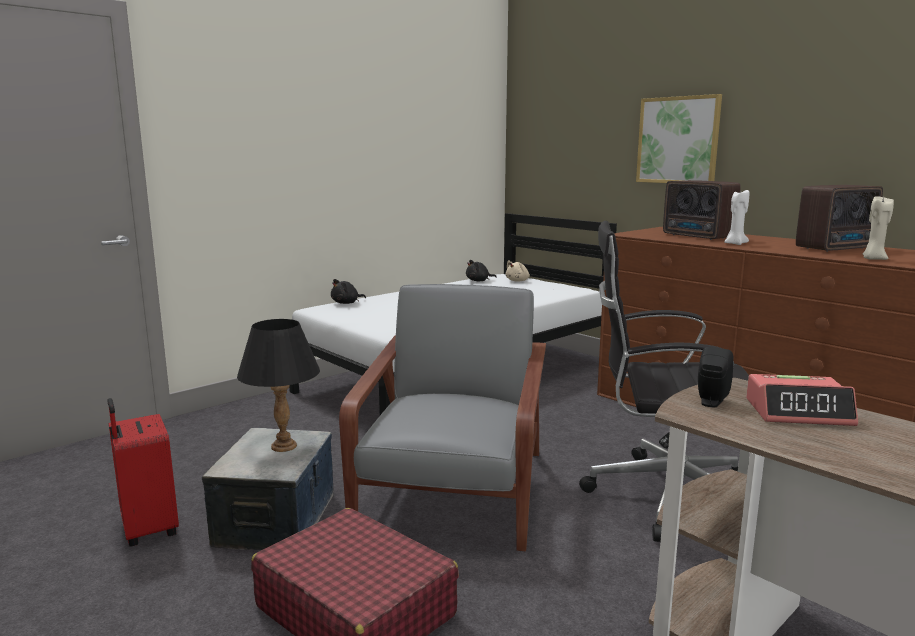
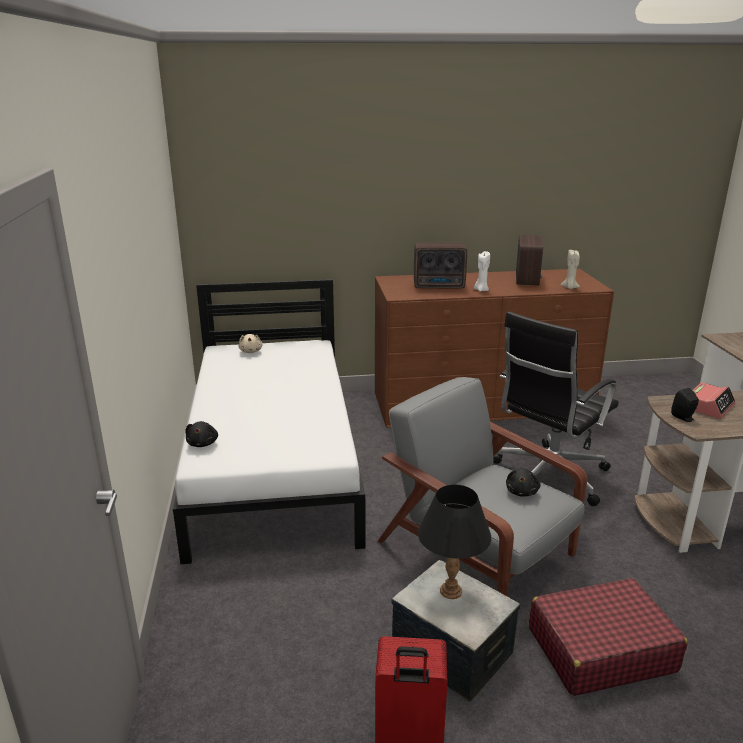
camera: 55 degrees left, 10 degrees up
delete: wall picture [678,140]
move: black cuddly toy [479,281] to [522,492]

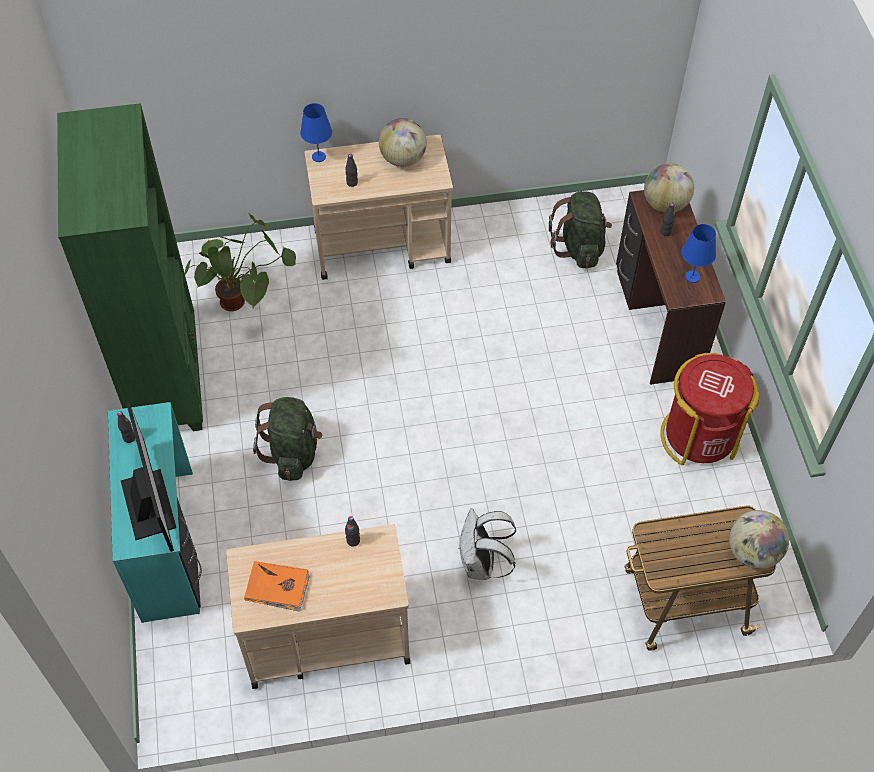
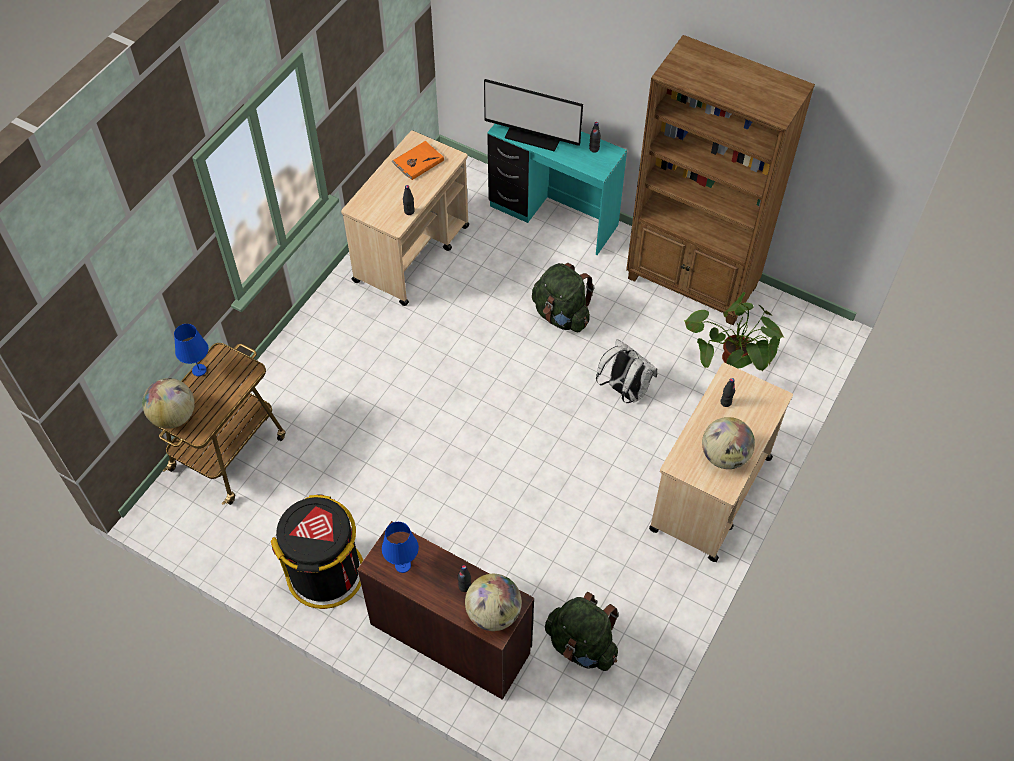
camera: 130 degrees right, 0 degrees up
move: blue tabletop lamp [318,157] to [199,370]; white-coloured backpack [482,564] to [624,390]
recolor: green-coloured bookshelf [167,378] to brown bookshelf [692,283]; reddish waste bin [699,436] to black waste bin [326,573]

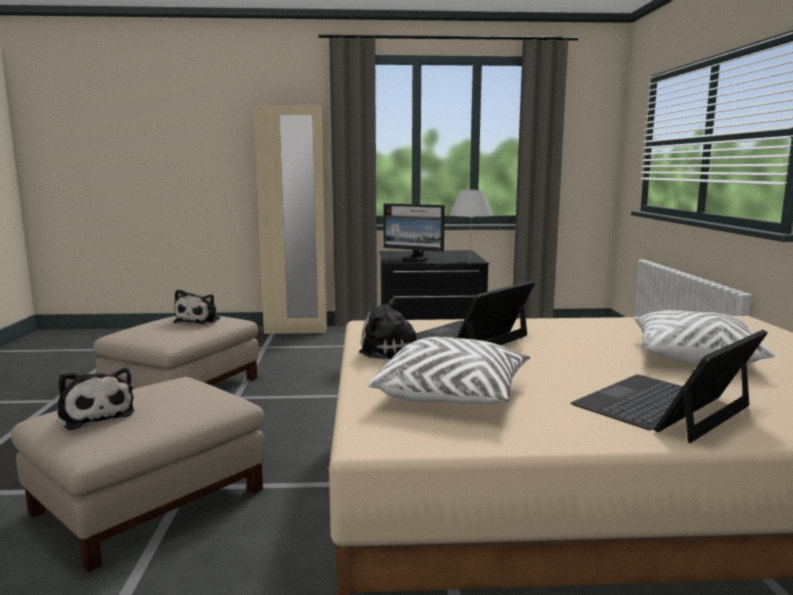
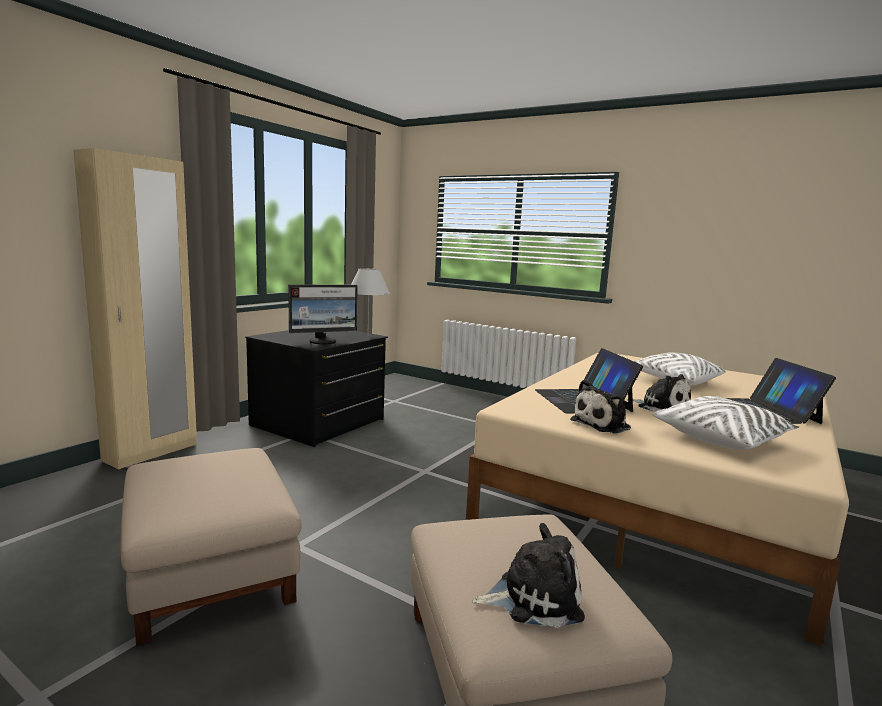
camera: 55 degrees left, 0 degrees up
move: cuddly toy [199,320] to [661,407]

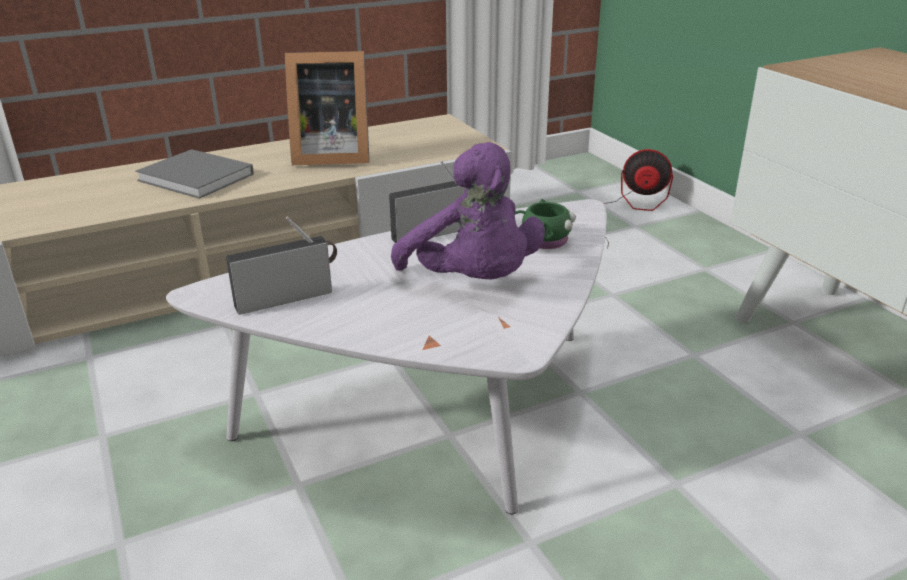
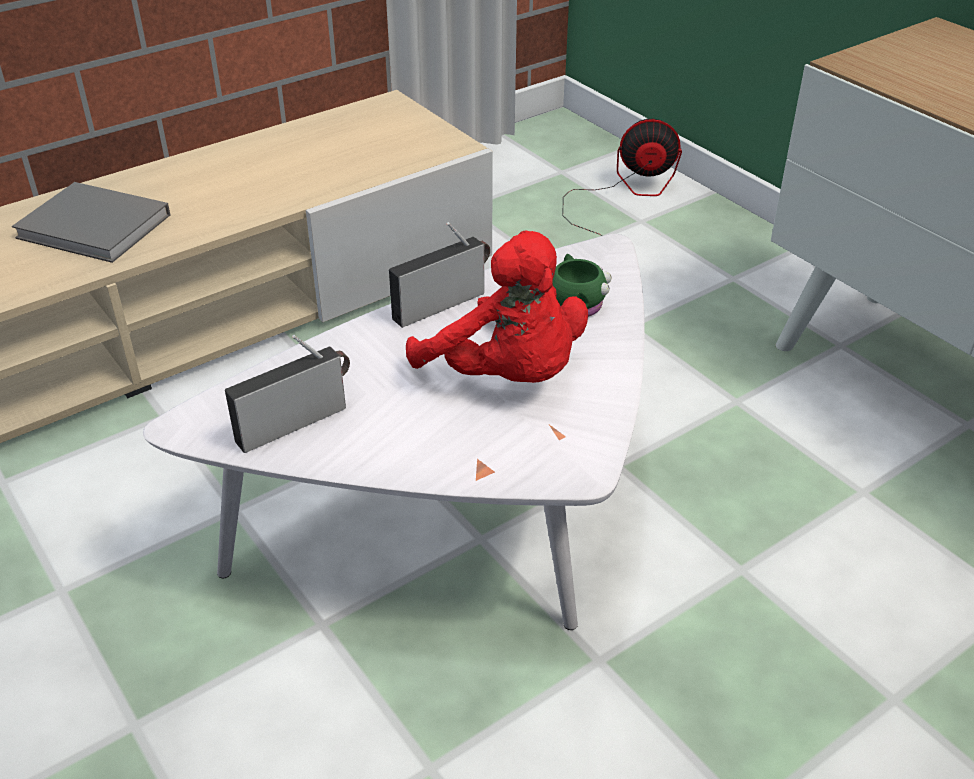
camera: 10 degrees left, 10 degrees up
delete: standing frame [330,156]
recolor: purplish cuddly toy [472,282] to reddish cuddly toy [507,376]

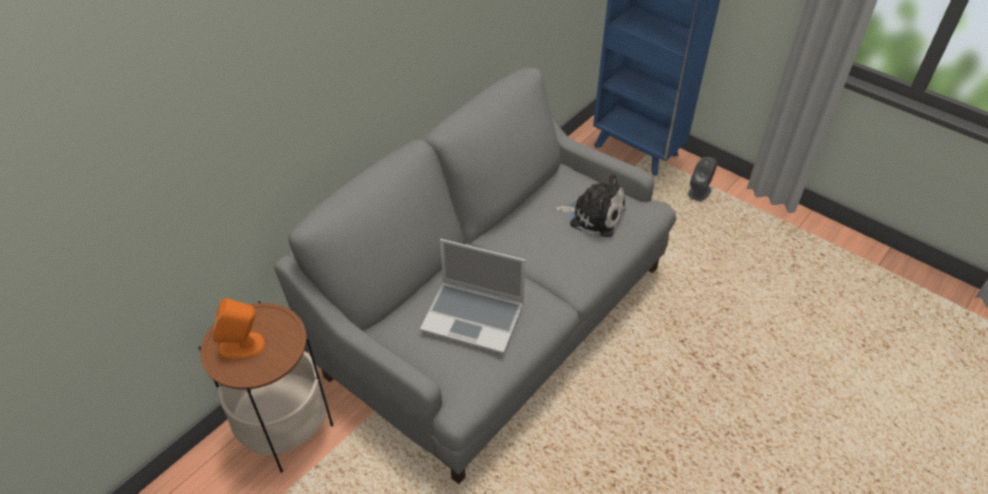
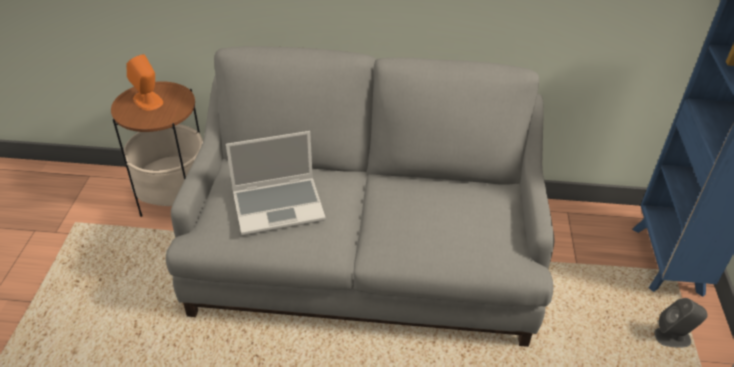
camera: 55 degrees right, 5 degrees down
delete: cuddly toy [593,215]
rotate: notebook computer [474,317] = [279,206] 90 degrees counterclockwise

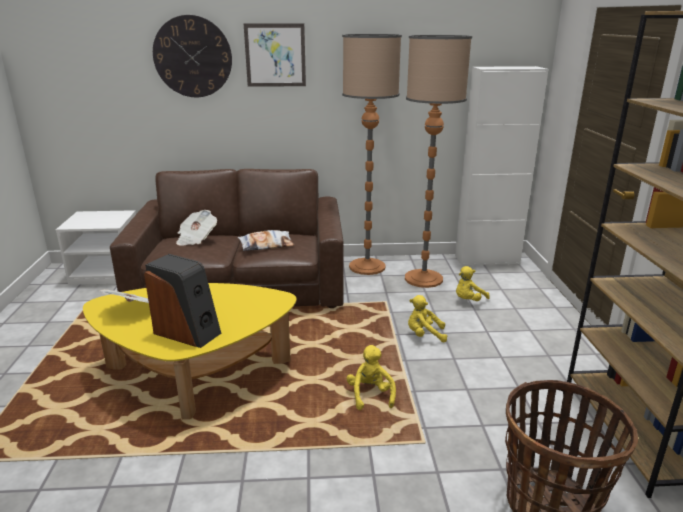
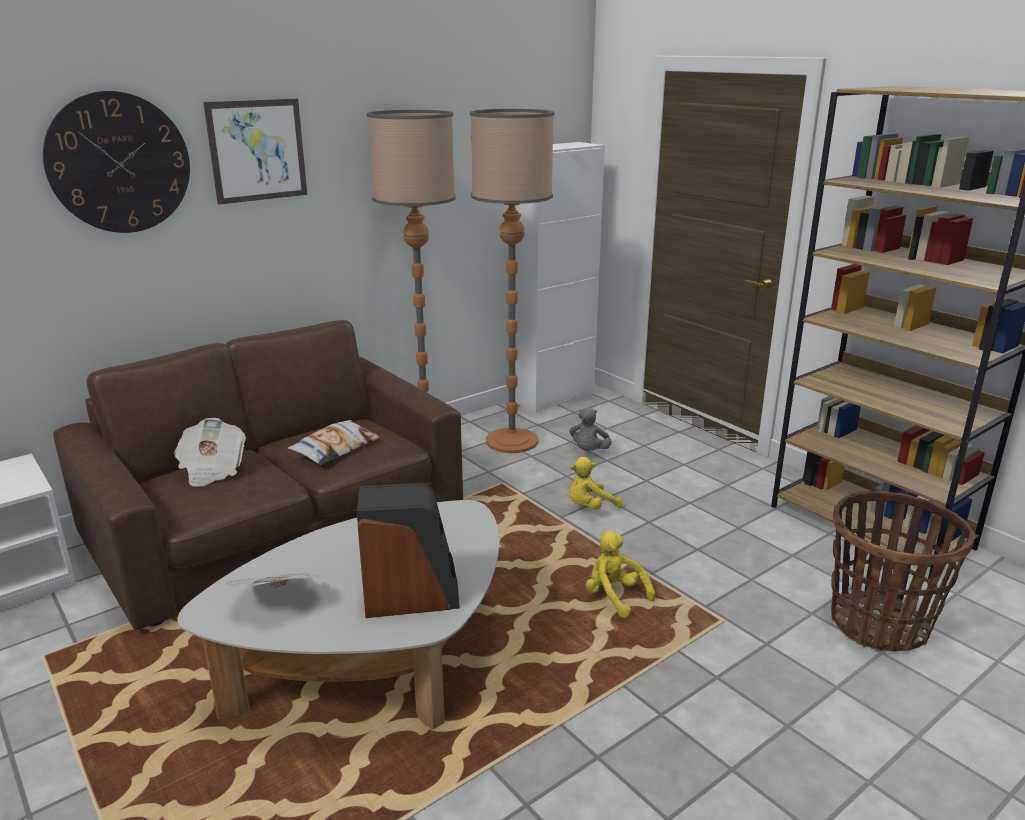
camera: 35 degrees left, 0 degrees up
recolor: yellow-coloured low table [196,375] to white-coloured low table [375,668]; yellow-coloured cuddly toy [468,300] to grey cuddly toy [589,451]

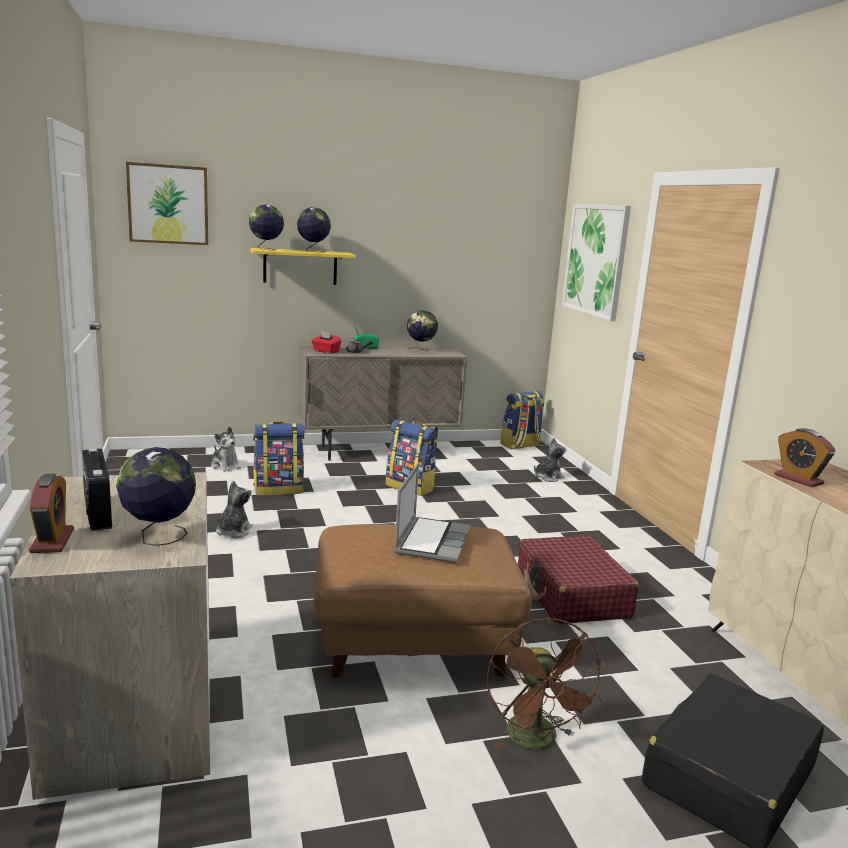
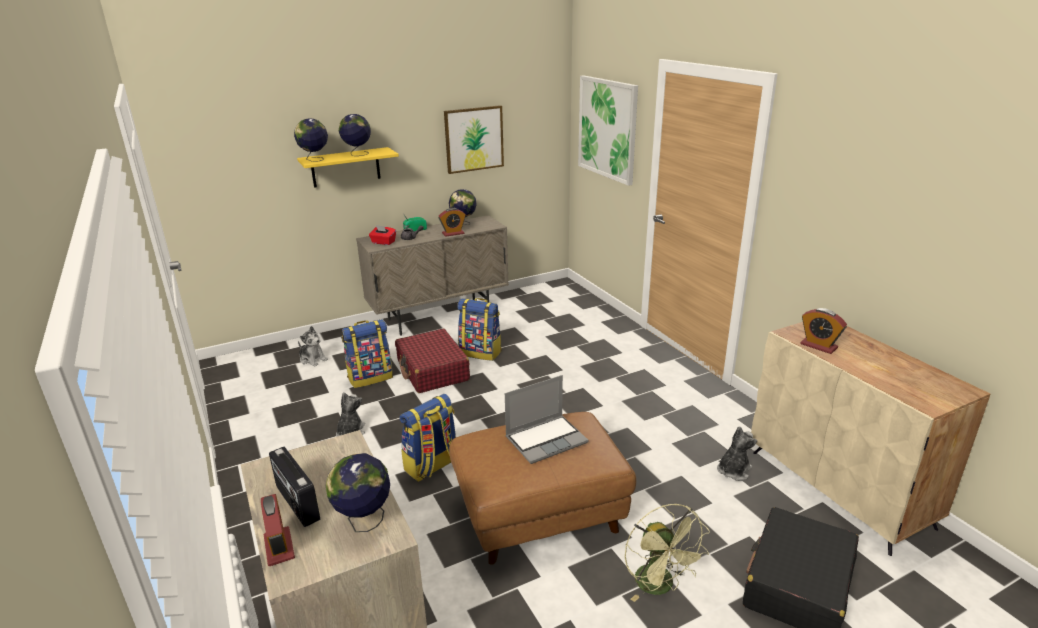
camera: 10 degrees left, 10 degrees up
insert: table clock [453,233]
move: wall picture [168,204] to [474,139]; backpack [520,445] to [432,466]; reddish travel case [571,594] to [432,371]; cuddly toy [547,477] to [733,471]
recolor: brown fan [537,741] to green-coloured fan [660,586]
rotate: notebook computer [432,541] = [546,439] 60 degrees clockwise

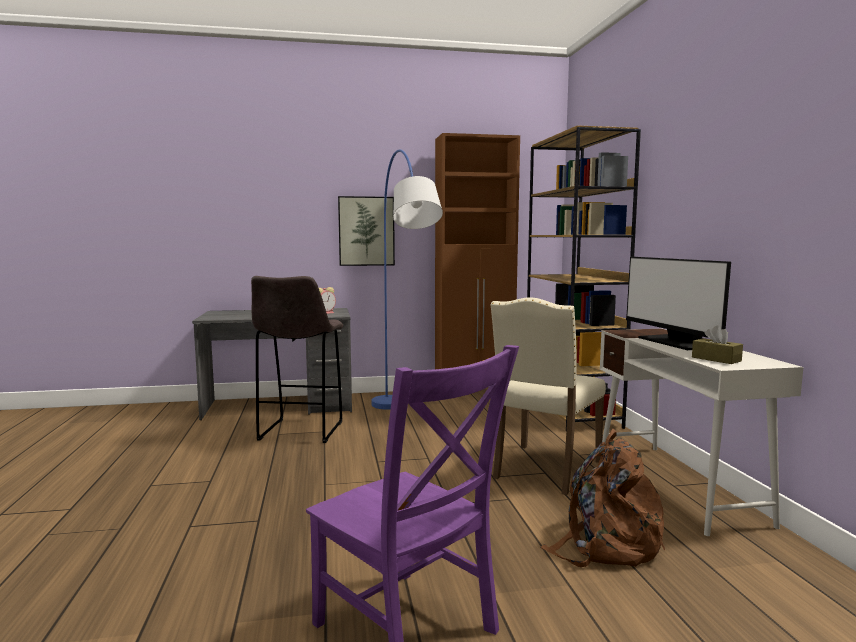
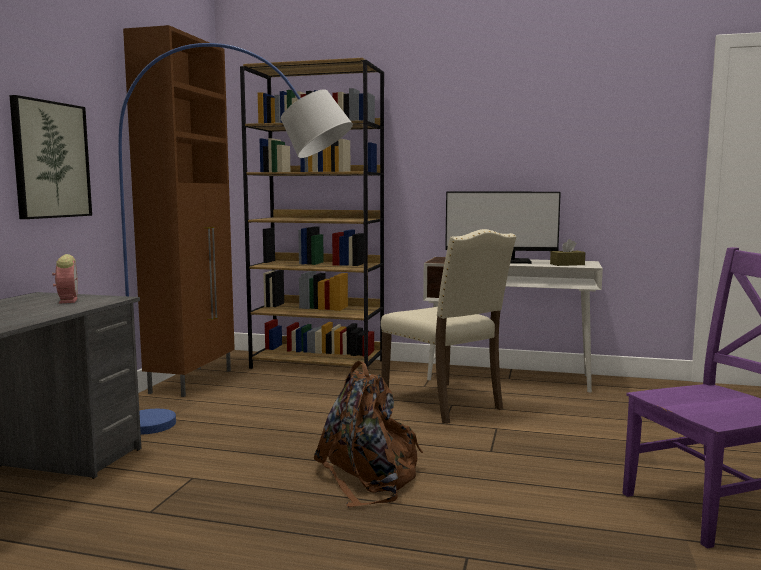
camera: 65 degrees left, 0 degrees up
delete: grey stool [300,432]
move: brown backpack [605,543] to [369,477]

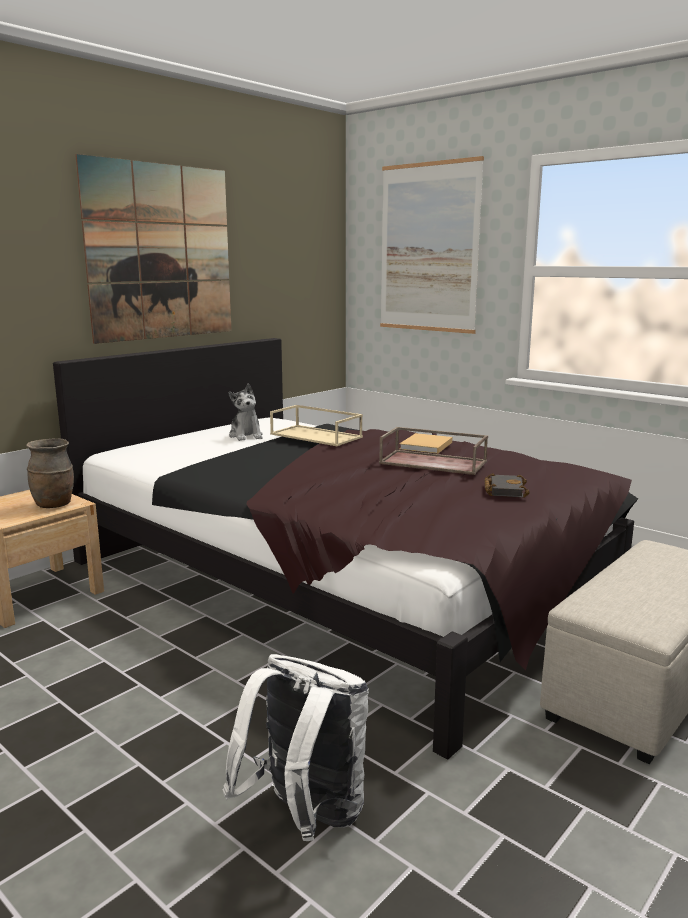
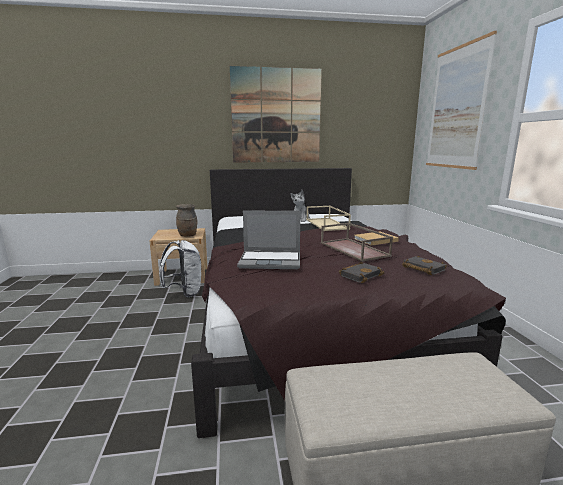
camera: 40 degrees right, 0 degrees up
insert: notebook computer [271,261]; black volume [422,268]
move: white-coloured backpack [305,816] to [184,293]

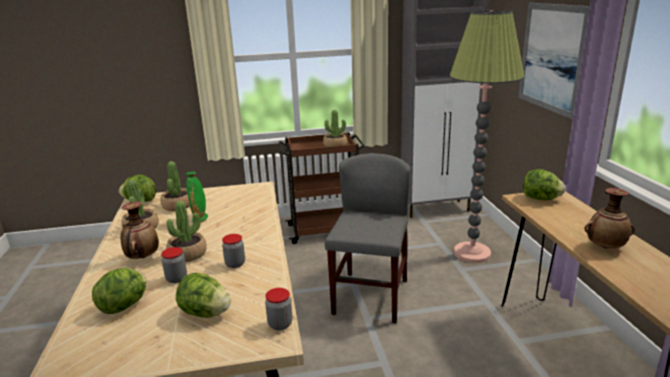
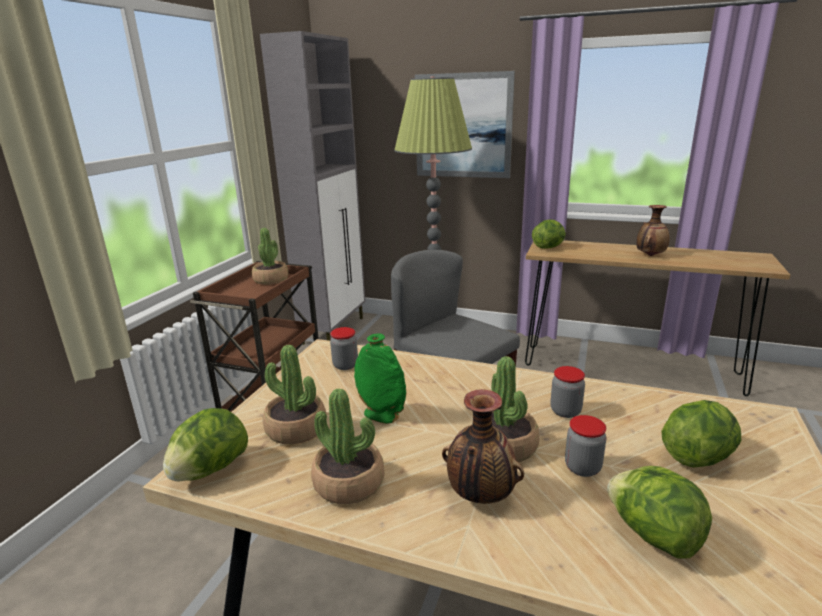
camera: 60 degrees left, 0 degrees up
move: jar [280,324] to [345,365]

